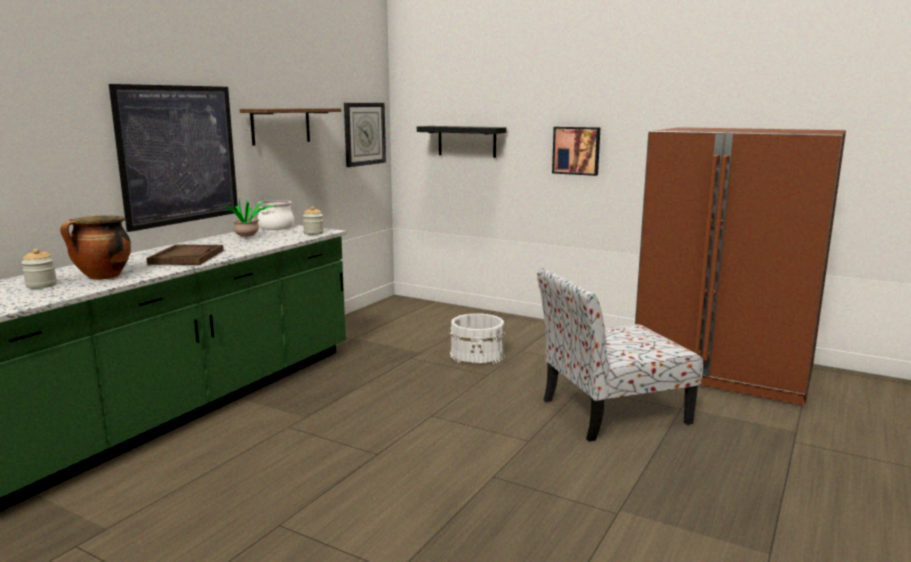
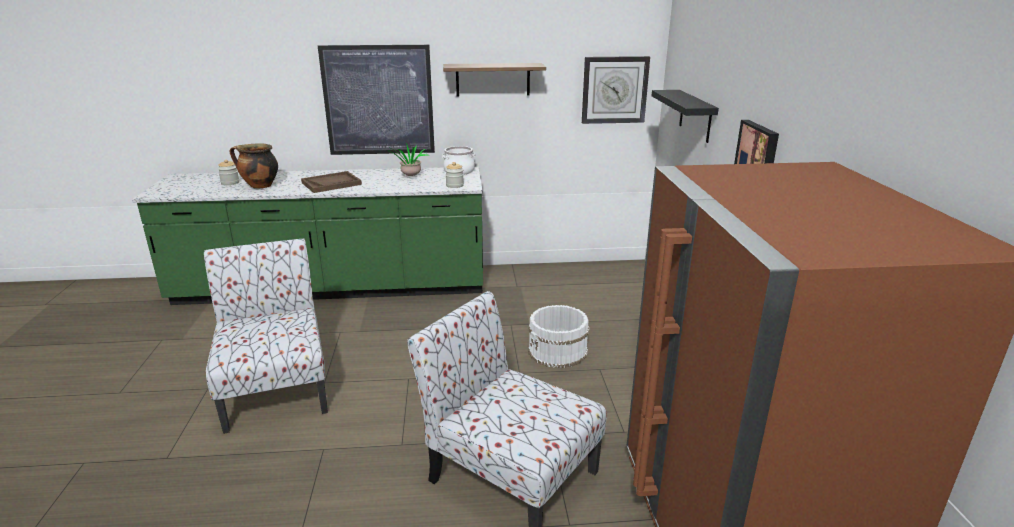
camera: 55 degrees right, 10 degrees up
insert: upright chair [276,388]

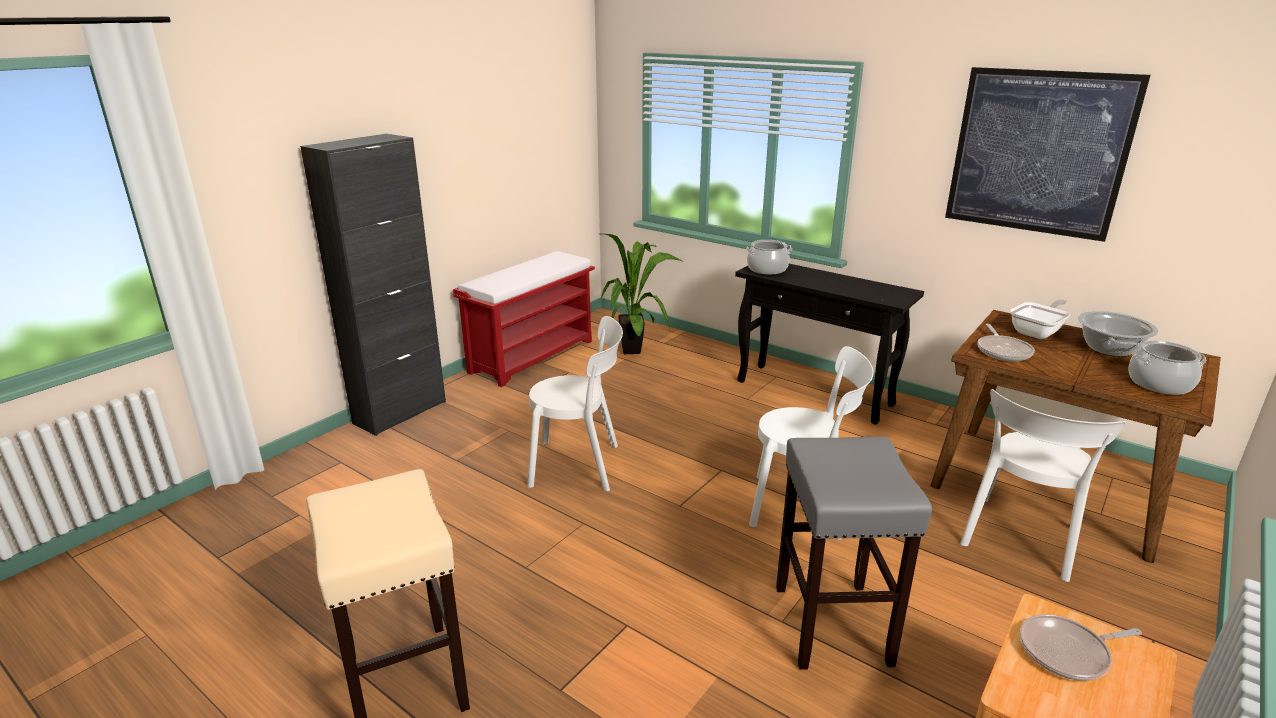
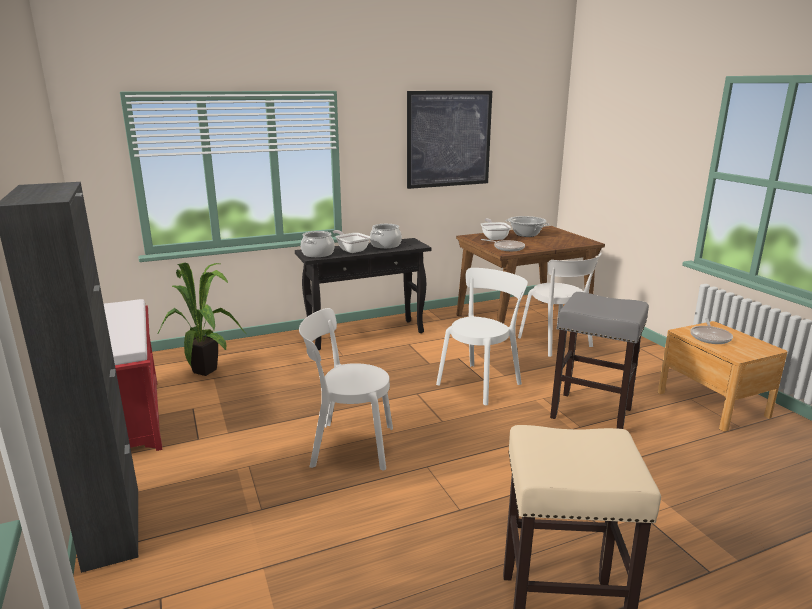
camera: 60 degrees left, 5 degrees down
insert: skillet [351,250]
move: cooking pot [1159,384] to [386,245]
rotate: white-coloured upright chair [580,465] = [348,445] 120 degrees counterclockwise

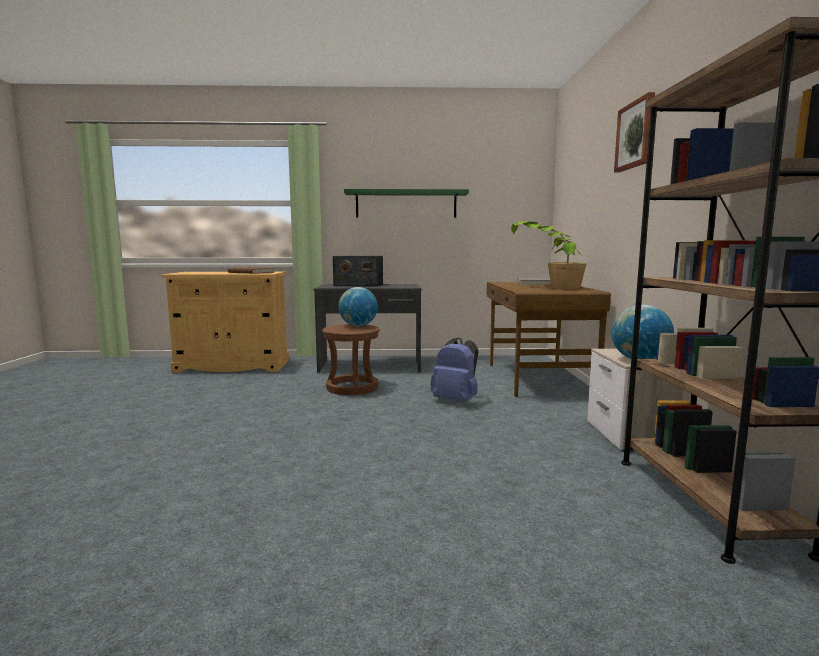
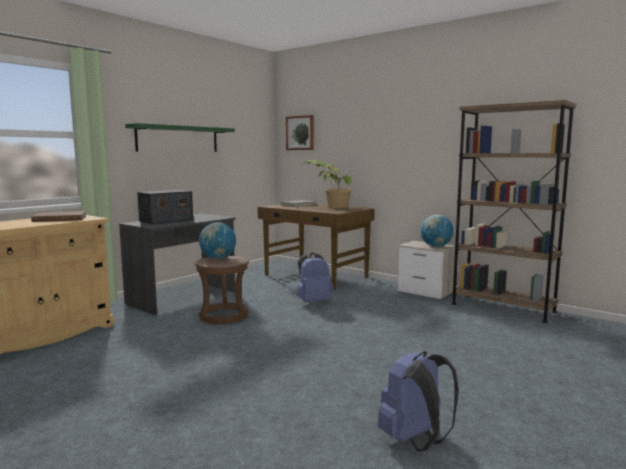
camera: 50 degrees left, 0 degrees up
insert: blue backpack [415,440]
move: wall picture [636,135] to [300,133]

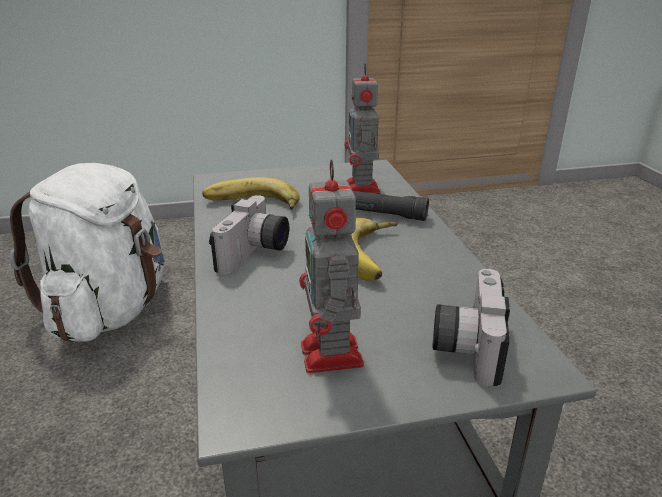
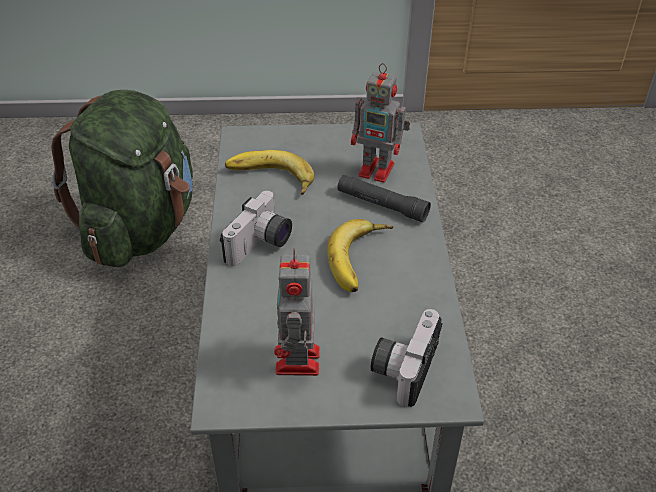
camera: 10 degrees right, 15 degrees up
recolor: white-coloured backpack [111,309] to green-coloured backpack [141,229]
rotate: robot figure [362,190] = [378,170] 75 degrees counterclockwise

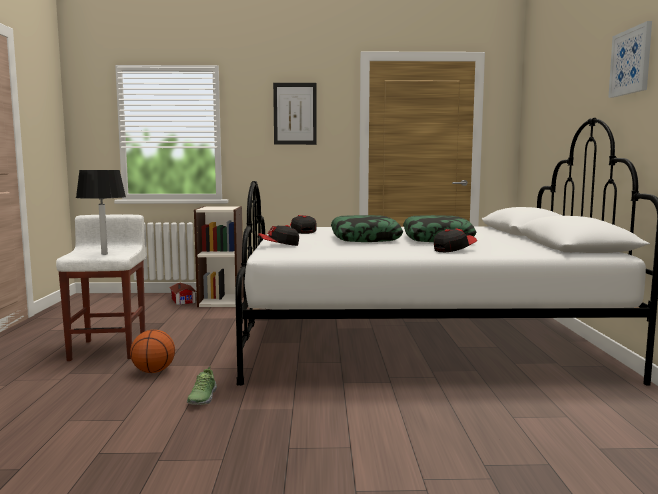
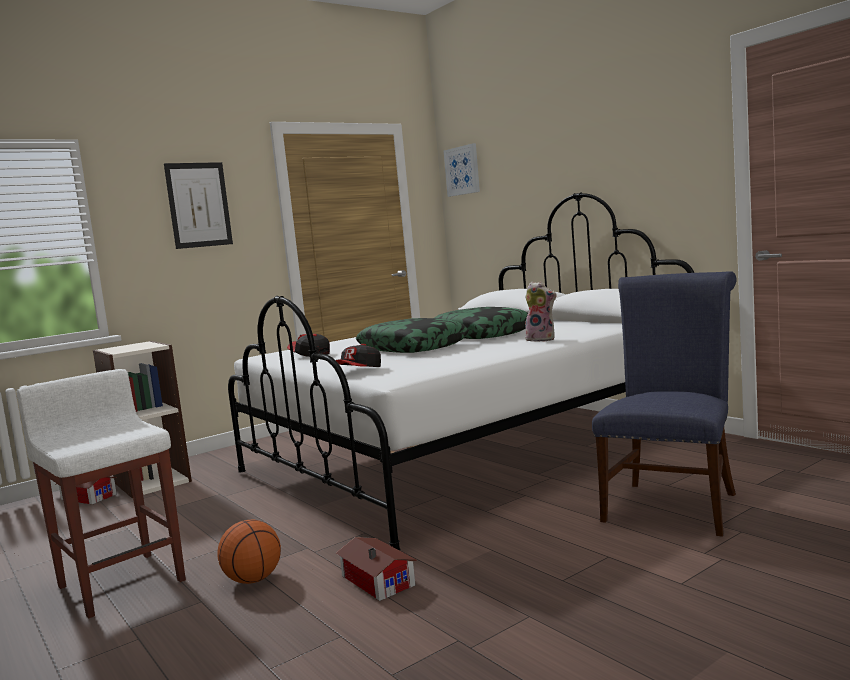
camera: 35 degrees left, 0 degrees up
delete: black tabletop lamp [104,254]
insert: blue upright chair [673,504]
move: wall picture [631,61] to [462,170]
replace: shoe [202,397] to model house [378,579]; peaked cap [453,250] to cuddly toy [542,339]

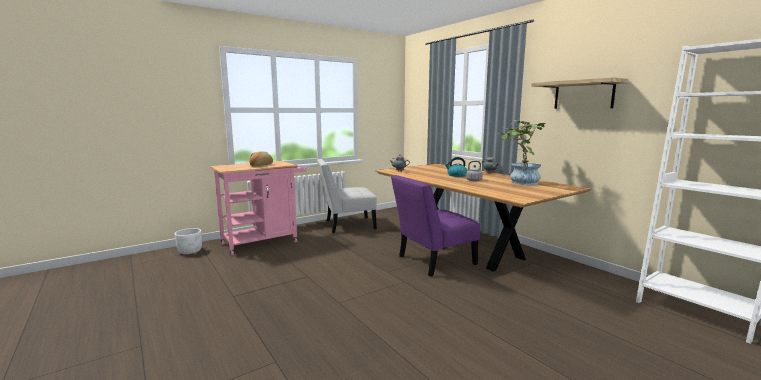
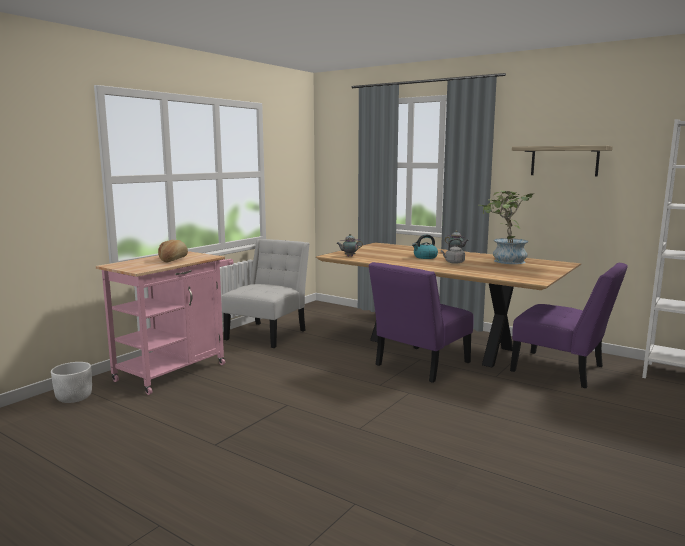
camera: 20 degrees left, 0 degrees up
insert: purplish upright chair [563,370]
rotate: white-coloured upright chair [347,225] = [268,334] 150 degrees clockwise

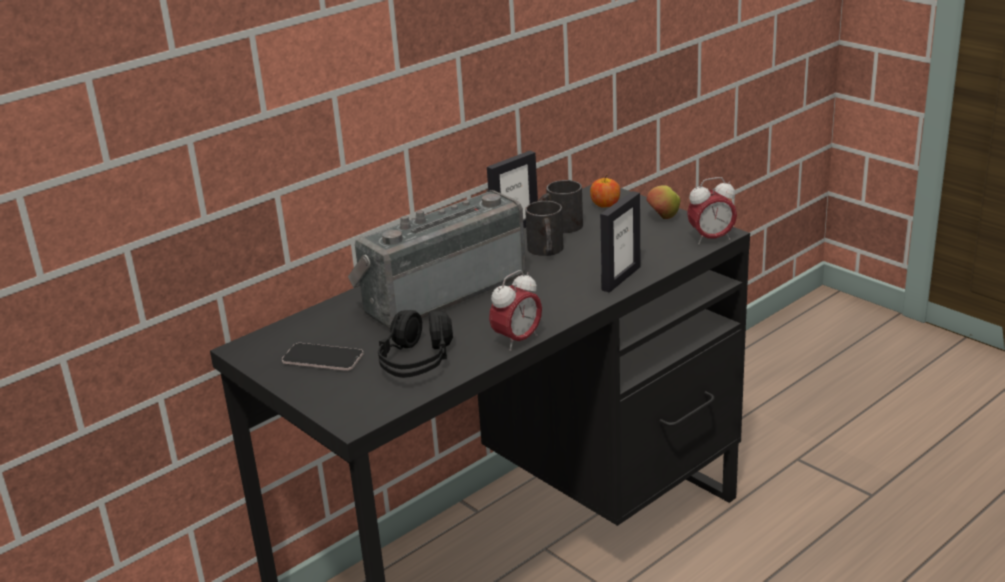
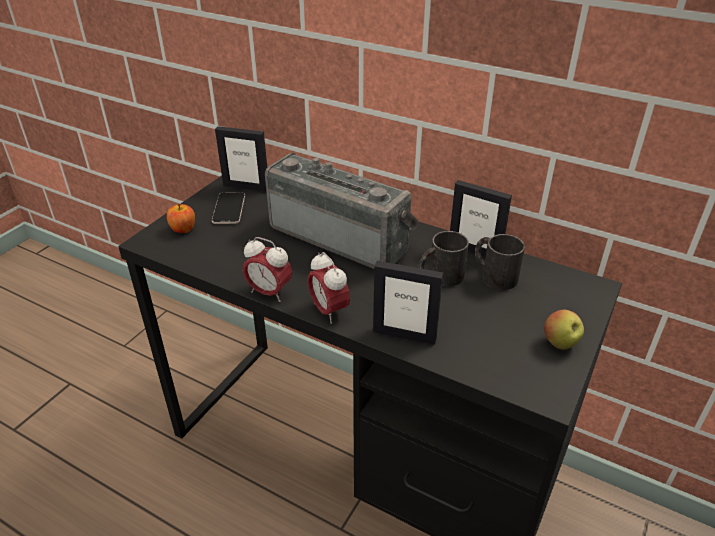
camera: 70 degrees right, 10 degrees up
delete: black pair of headphones [416,362]
insert: standing frame [246,187]
move: apple fruit [605,205] to [183,229]; table clock [711,239] to [329,311]

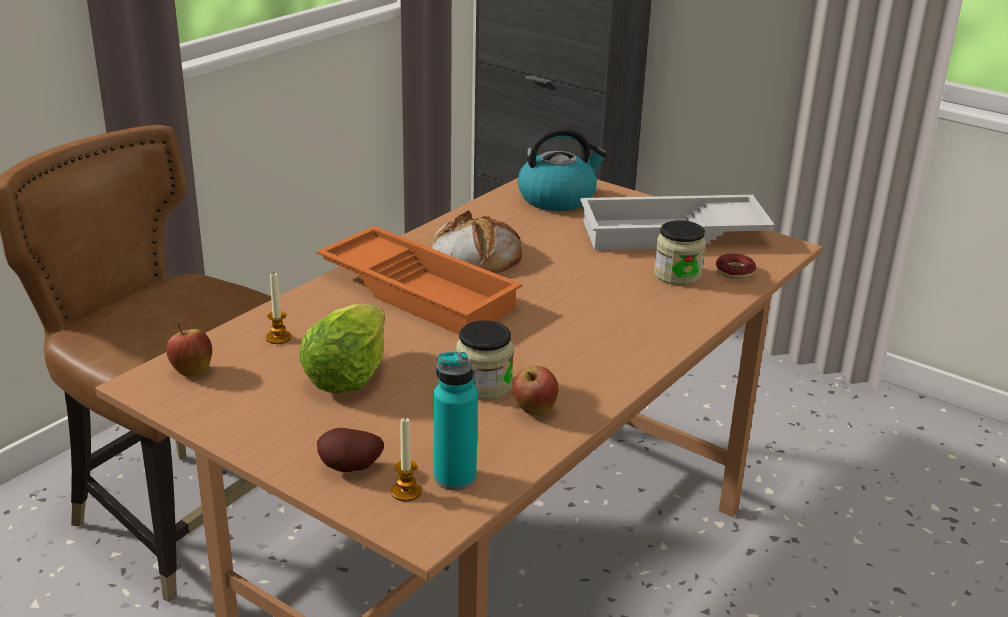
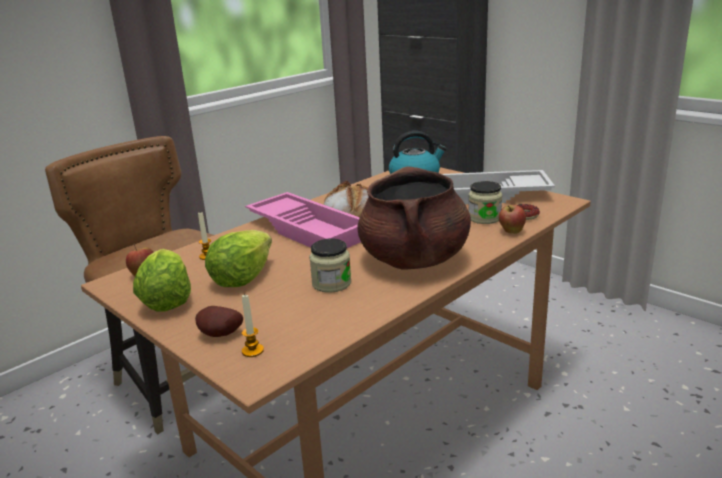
camera: 10 degrees right, 5 degrees down
delete: turquoise beverage bottle [455,477]
insert: lettuce head [167,301]; brown cooking pot [414,260]
move: apple fruit [534,411] to [511,232]
recolor: orangey carrying tray [421,291] to pink-coloured carrying tray [309,229]

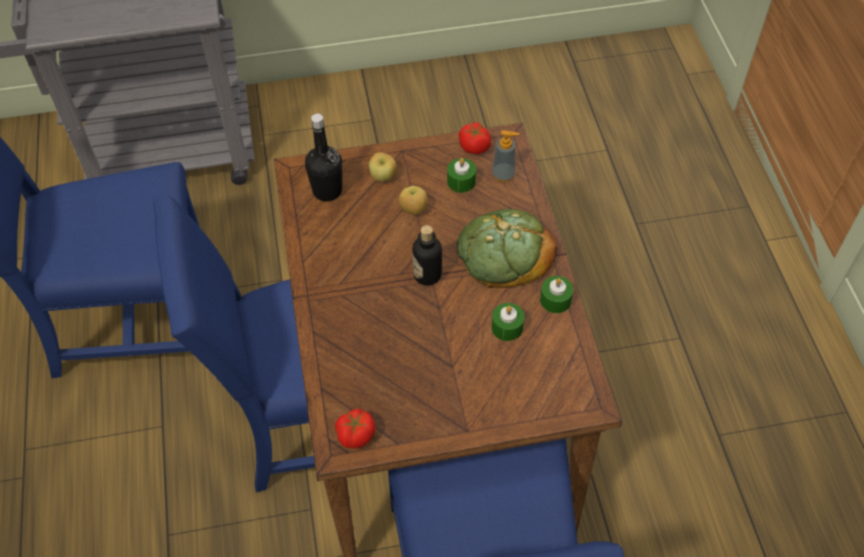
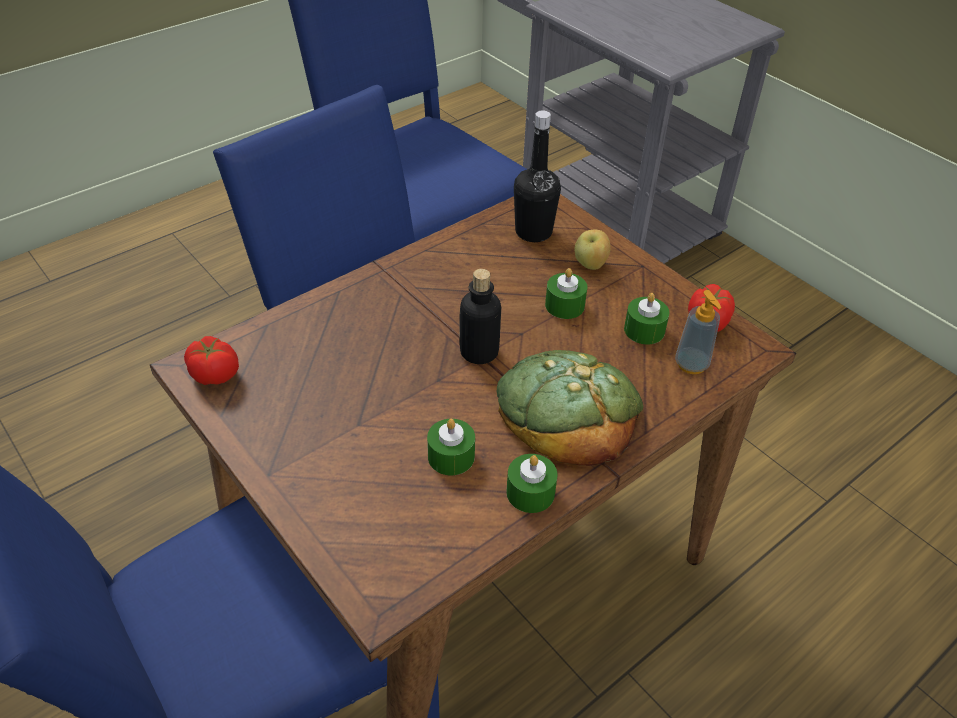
camera: 60 degrees right, 10 degrees down
replace: apple fruit [413,210] to green-coloured wax candle [564,305]

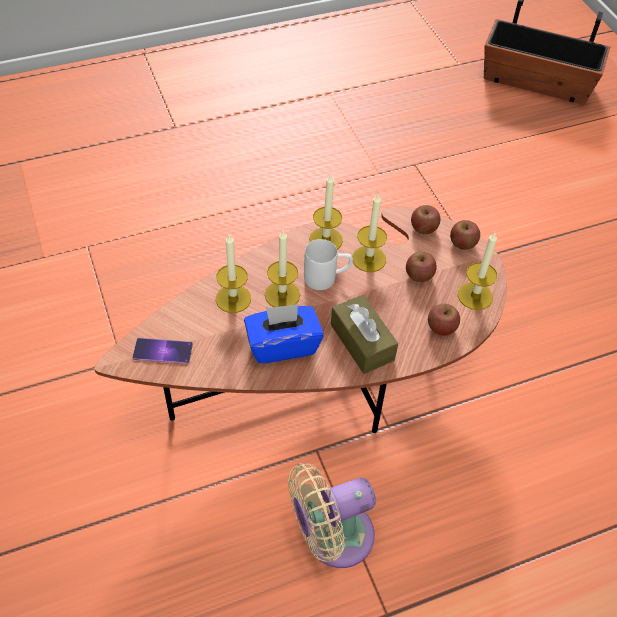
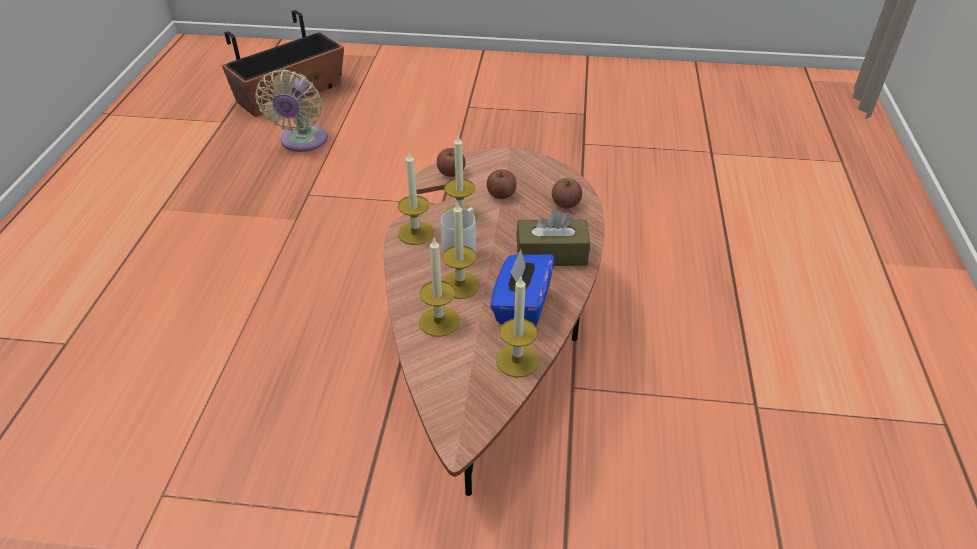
camera: 60 degrees left, 10 degrees down
delete: phone [163,351]; apple fruit [462,243]
move: beige-coloured fan [332,537] to [302,142]; wax candle [475,296] to [517,360]

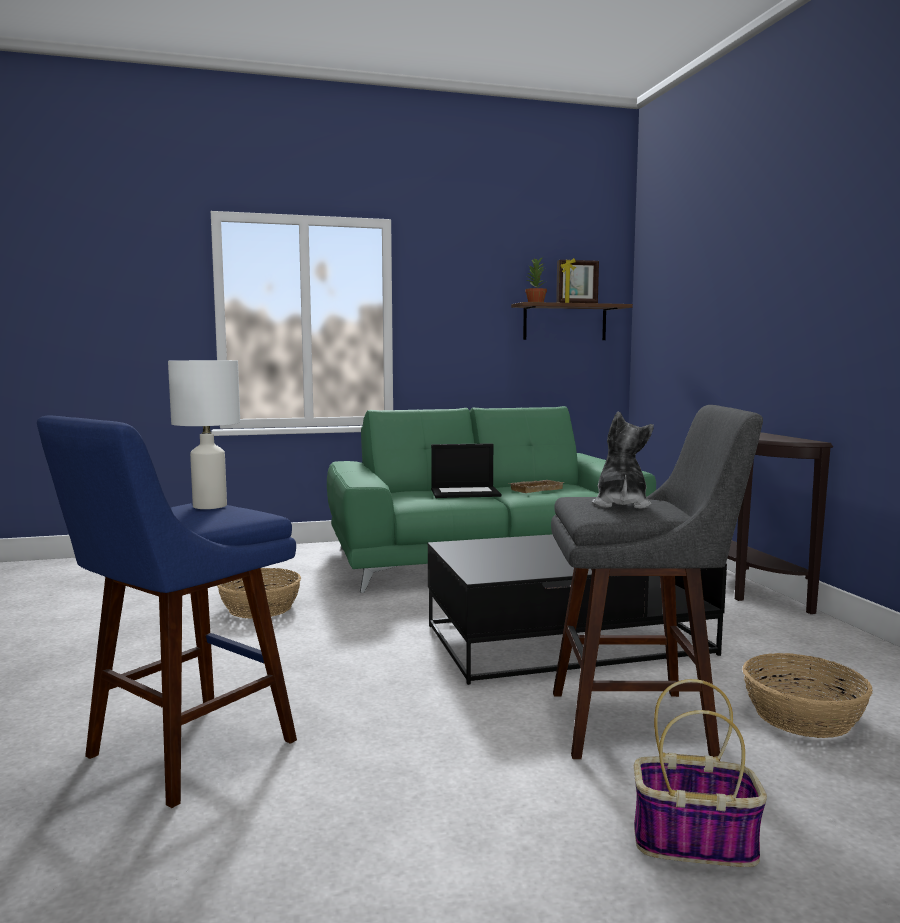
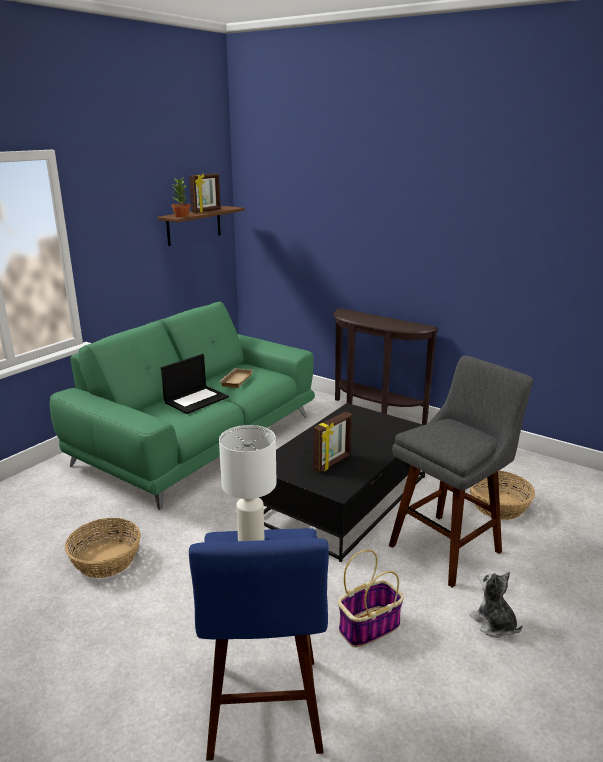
camera: 40 degrees left, 15 degrees up
insert: standing frame [332,463]
move: cuddly toy [620,504] to [493,624]; basket [695,842] to [369,626]

